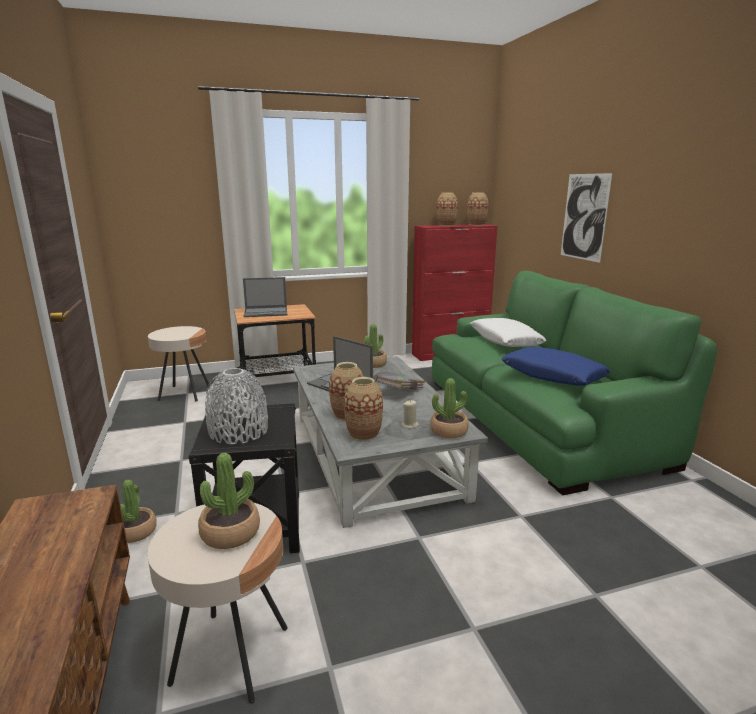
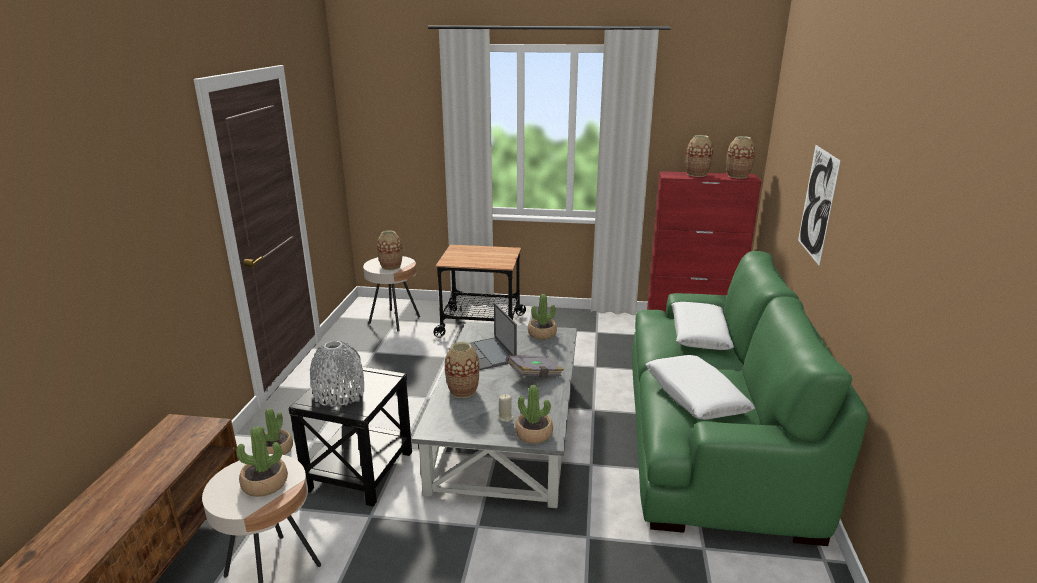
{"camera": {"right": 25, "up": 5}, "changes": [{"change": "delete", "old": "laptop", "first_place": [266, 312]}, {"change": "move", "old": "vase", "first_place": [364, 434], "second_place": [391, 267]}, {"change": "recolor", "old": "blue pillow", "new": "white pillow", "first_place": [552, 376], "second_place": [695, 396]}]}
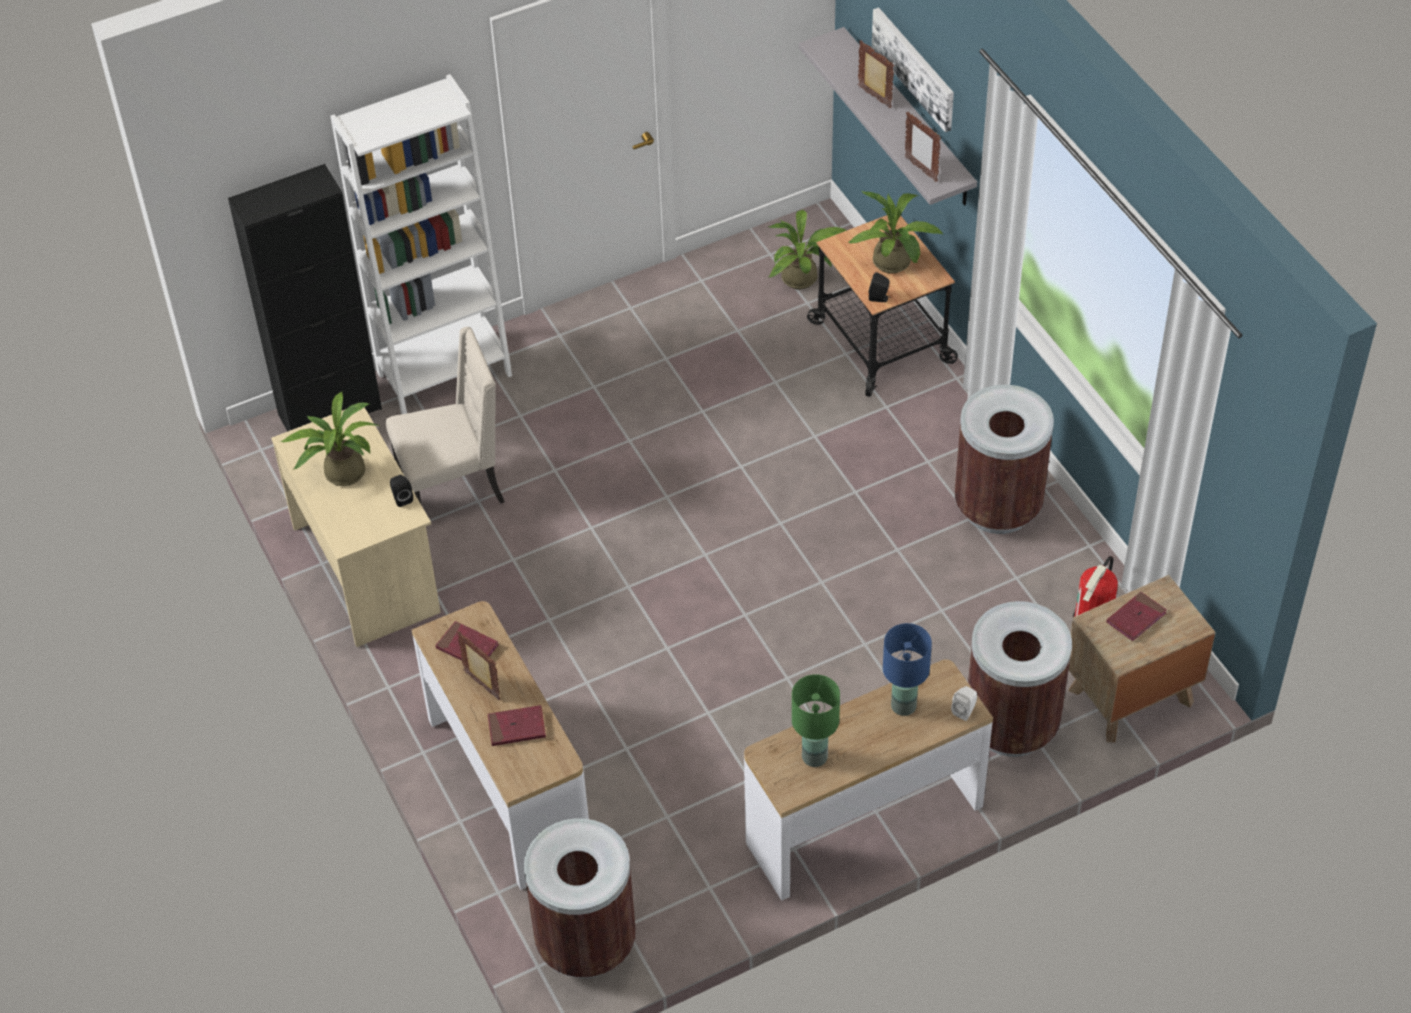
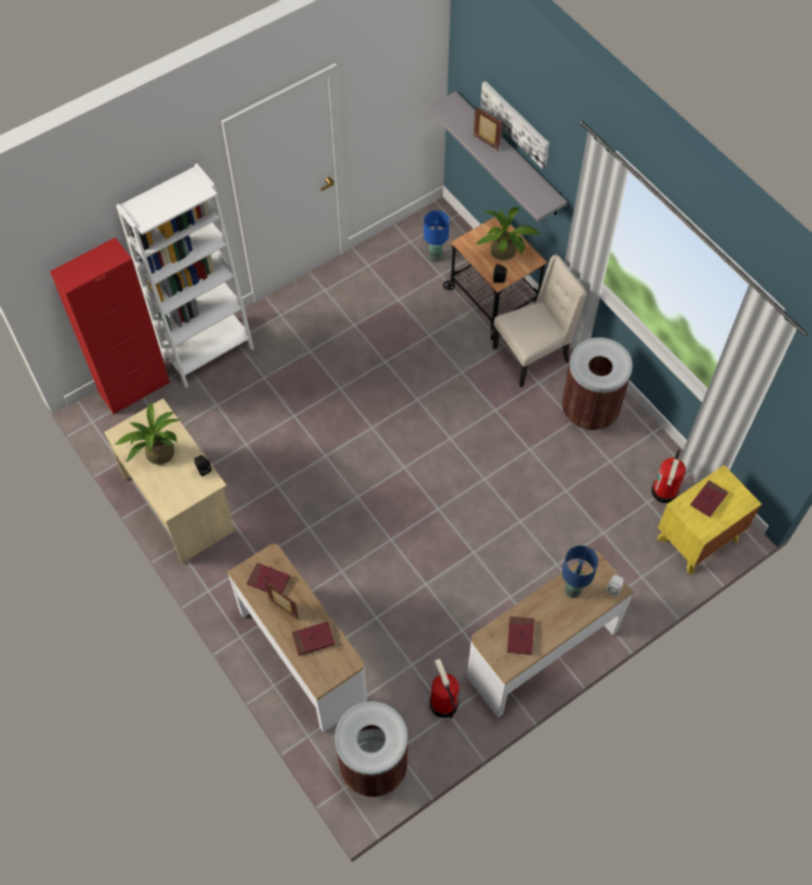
{"camera": {"right": -10, "up": 10}, "changes": [{"change": "delete", "old": "picture frame", "first_place": [921, 169]}, {"change": "delete", "old": "brown trash can", "first_place": [1011, 725]}, {"change": "insert", "new": "fire extinguisher", "second_place": [443, 703]}, {"change": "move", "old": "beige chair", "first_place": [453, 487], "second_place": [532, 355]}, {"change": "replace", "old": "potted plant", "new": "blue table lamp", "first_place": [804, 278], "second_place": [435, 257]}, {"change": "replace", "old": "green table lamp", "new": "red book", "first_place": [815, 756], "second_place": [520, 636]}, {"change": "recolor", "old": "black cabinet", "new": "red cabinet", "first_place": [330, 412], "second_place": [135, 388]}, {"change": "recolor", "old": "brown nightstand", "new": "yellow nightstand", "first_place": [1130, 696], "second_place": [697, 539]}]}
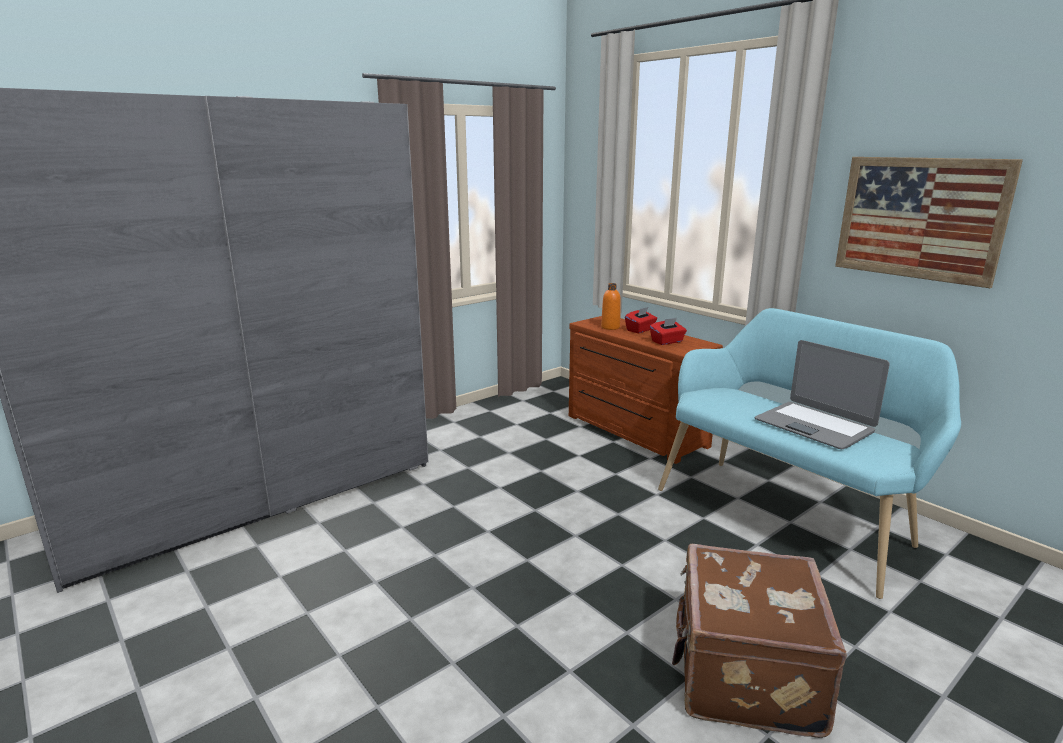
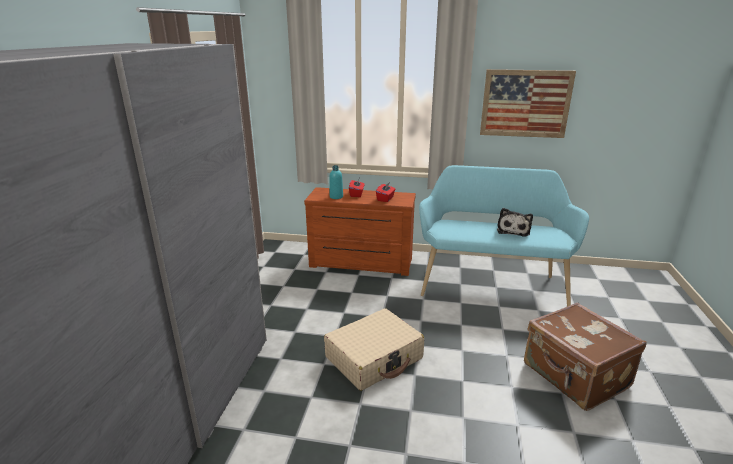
{"camera": {"right": -40, "up": 5}, "changes": [{"change": "insert", "new": "beige suitcase", "second_place": [374, 358]}, {"change": "replace", "old": "laptop", "new": "plush toy", "first_place": [814, 426], "second_place": [513, 230]}, {"change": "recolor", "old": "orange bottle", "new": "turquoise bottle", "first_place": [610, 327], "second_place": [336, 197]}]}
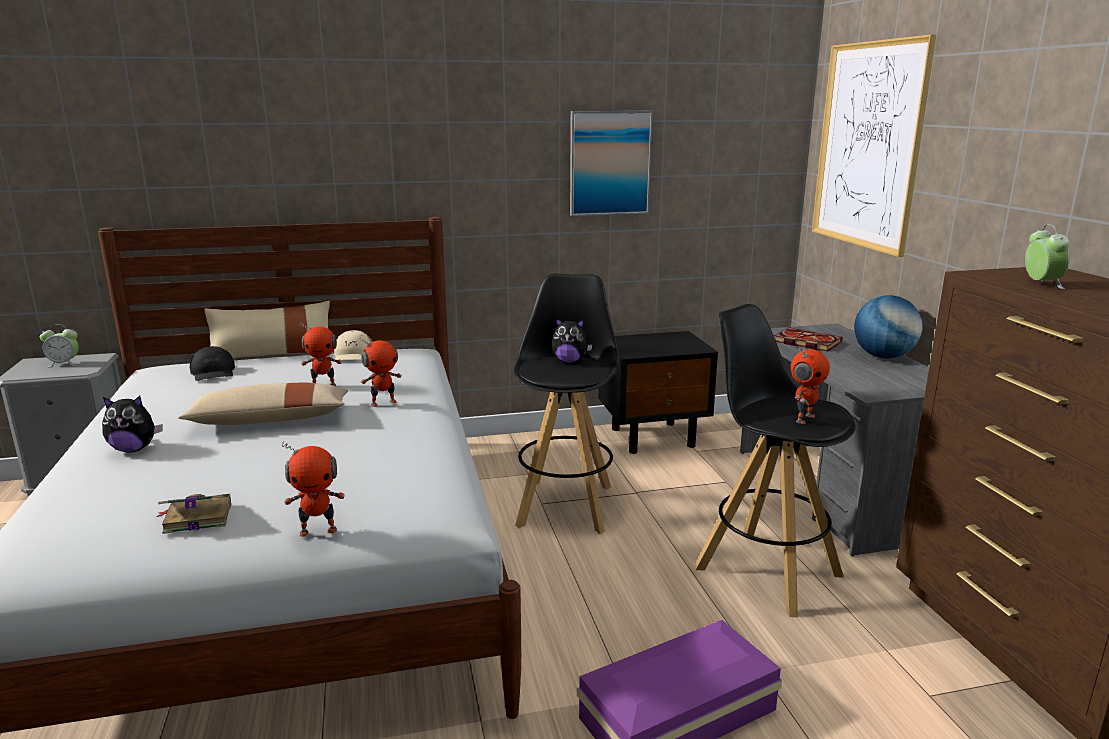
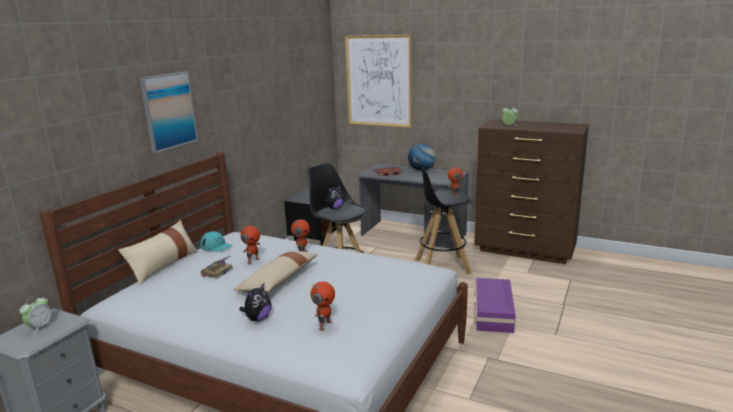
{"camera": {"right": -50, "up": 0}, "changes": [{"change": "delete", "old": "black cap", "first_place": [213, 372]}, {"change": "move", "old": "book", "first_place": [196, 518], "second_place": [216, 272]}, {"change": "move", "old": "toy robot", "first_place": [318, 530], "second_place": [324, 325]}, {"change": "move", "old": "picture", "first_place": [609, 163], "second_place": [169, 111]}, {"change": "recolor", "old": "beige cap", "new": "turquoise cap", "first_place": [353, 354], "second_place": [216, 246]}]}
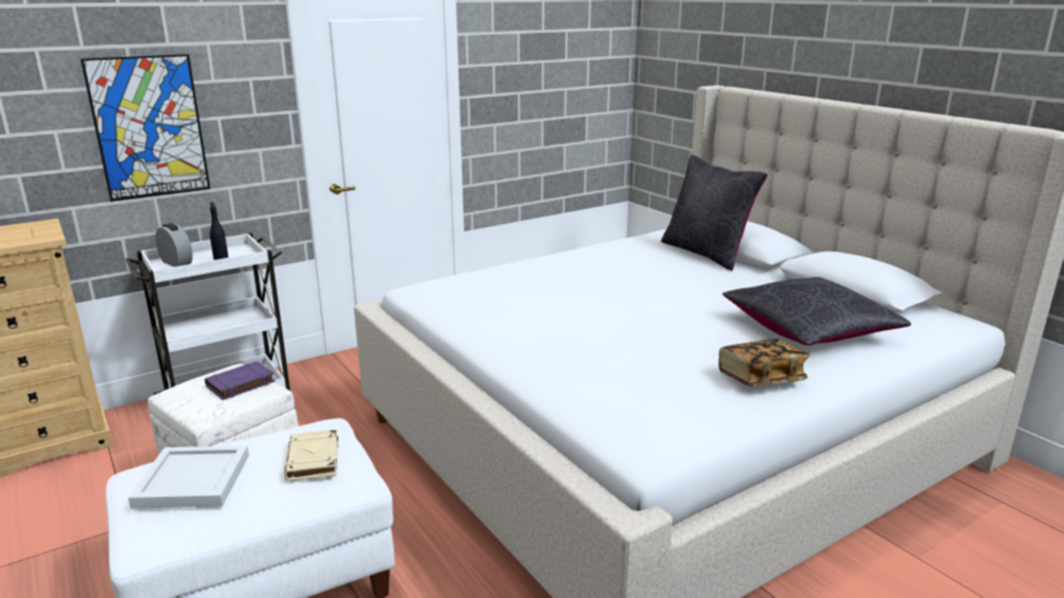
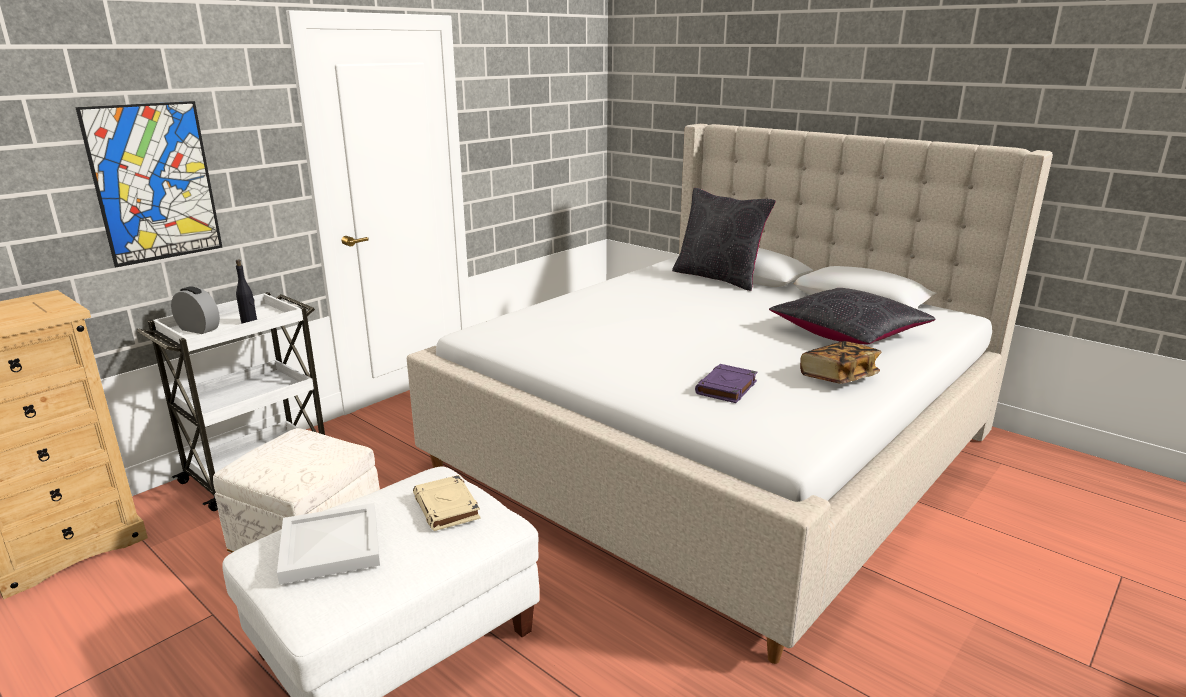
{"camera": {"right": -15, "up": 0}, "changes": [{"change": "move", "old": "purple book", "first_place": [240, 384], "second_place": [726, 388]}]}
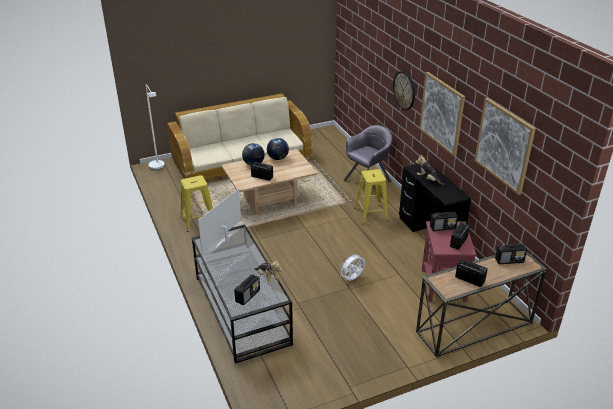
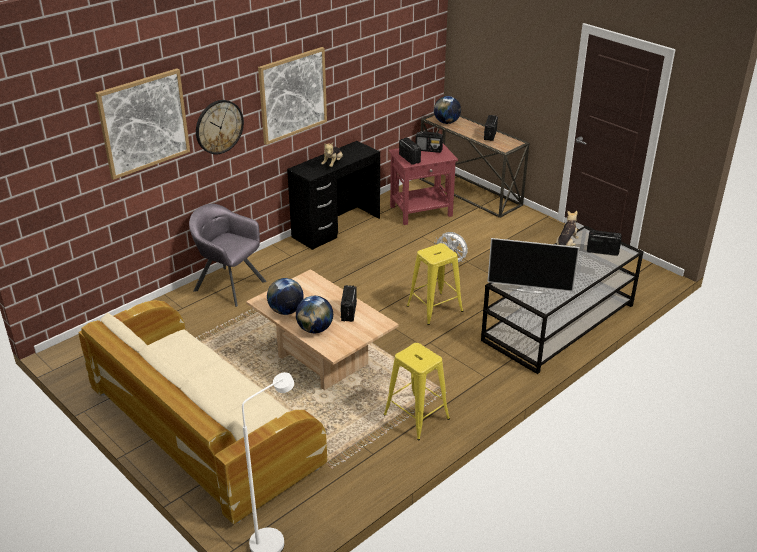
{"camera": {"right": -110, "up": 0}, "changes": [{"change": "move", "old": "yellow stool", "first_place": [371, 214], "second_place": [434, 308]}, {"change": "move", "old": "picture", "first_place": [504, 145], "second_place": [144, 123]}, {"change": "replace", "old": "radio", "new": "globe", "first_place": [509, 260], "second_place": [446, 122]}]}
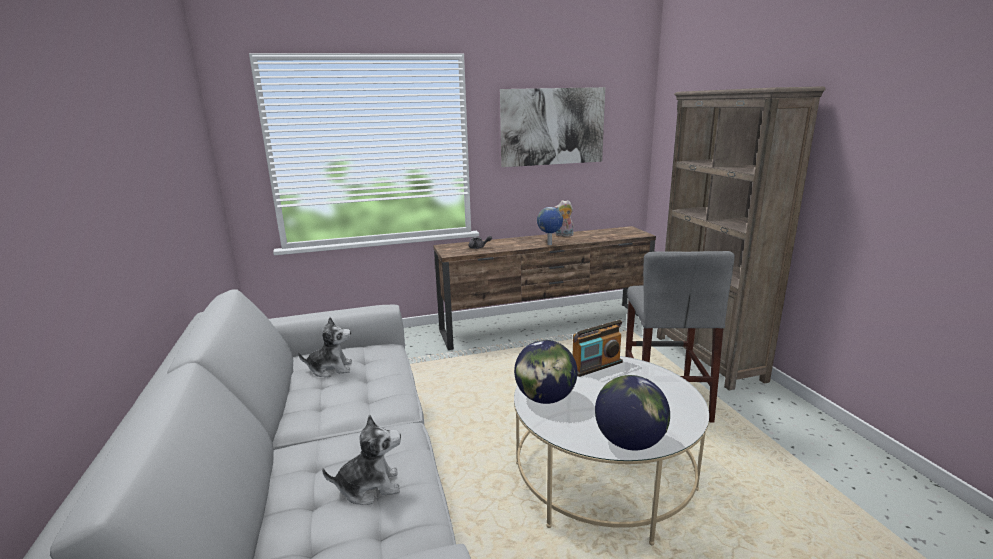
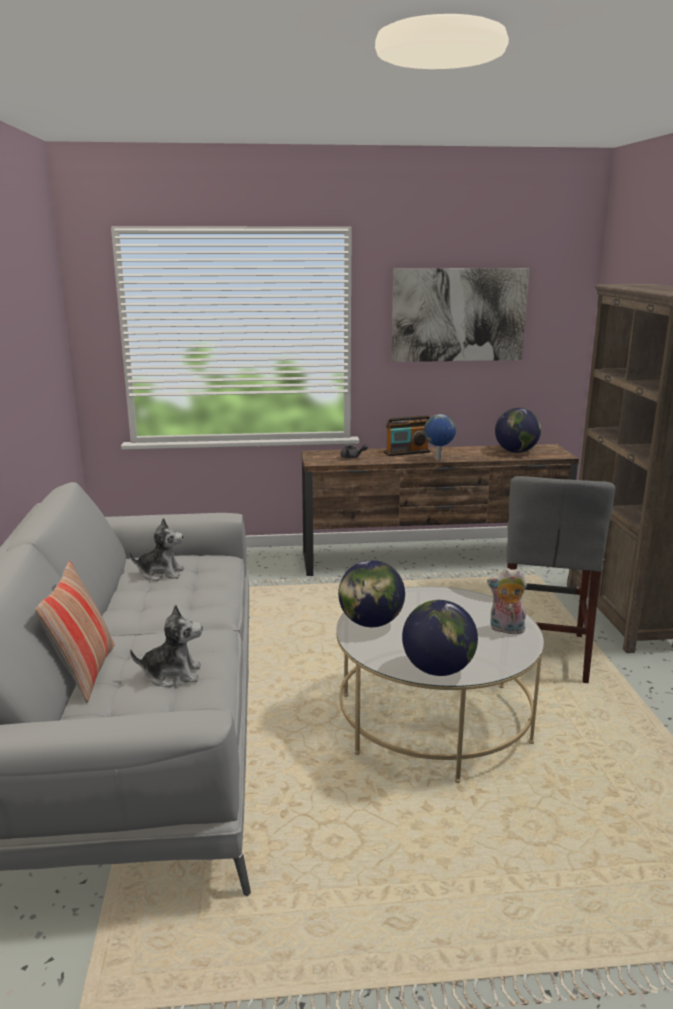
{"camera": {"right": 10, "up": 0}, "changes": [{"change": "insert", "new": "pillow", "second_place": [84, 673]}, {"change": "insert", "new": "globe", "second_place": [516, 452]}, {"change": "move", "old": "plush toy", "first_place": [563, 235], "second_place": [506, 630]}, {"change": "move", "old": "radio", "first_place": [595, 366], "second_place": [407, 452]}]}
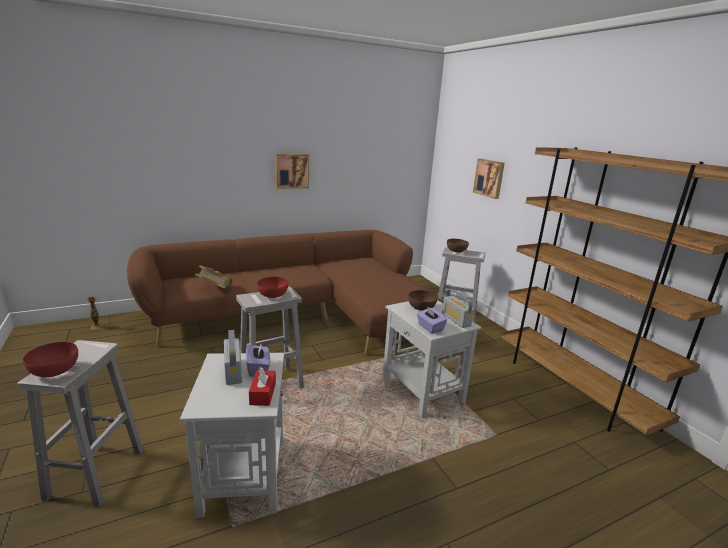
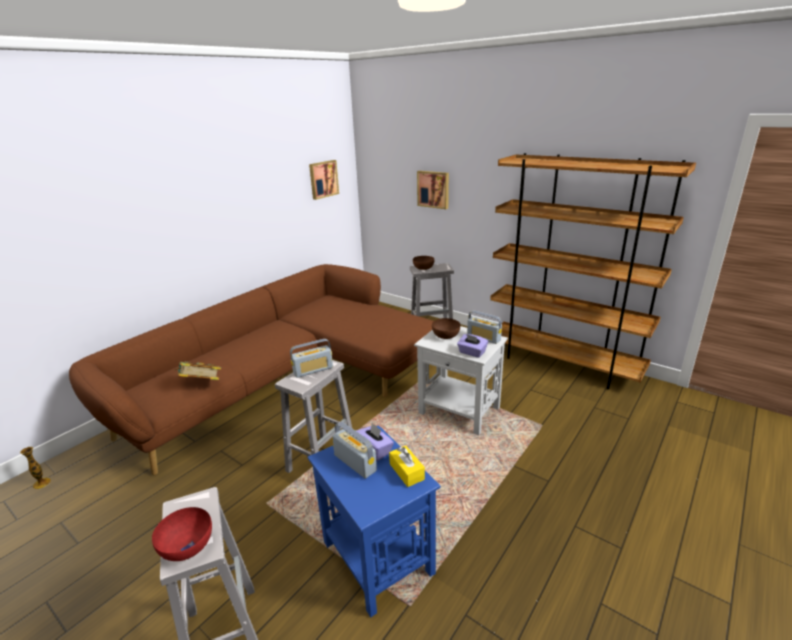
{"camera": {"right": -25, "up": 5}, "changes": [{"change": "move", "old": "picture", "first_place": [291, 171], "second_place": [323, 179]}, {"change": "replace", "old": "red bowl", "new": "radio", "first_place": [273, 295], "second_place": [313, 370]}, {"change": "recolor", "old": "white side table", "new": "blue side table", "first_place": [244, 474], "second_place": [377, 556]}, {"change": "recolor", "old": "red tissue box", "new": "yellow tissue box", "first_place": [263, 394], "second_place": [406, 471]}]}
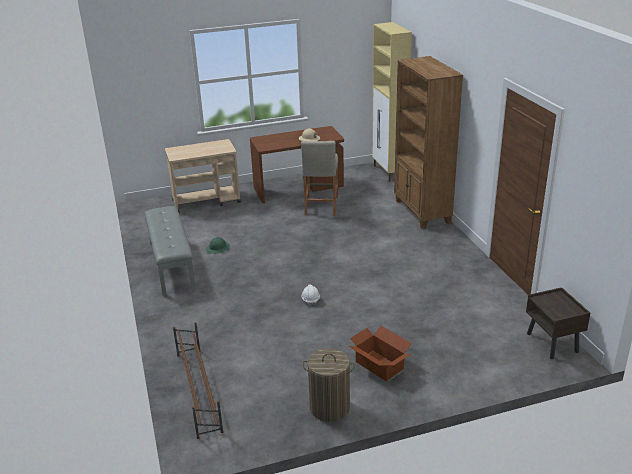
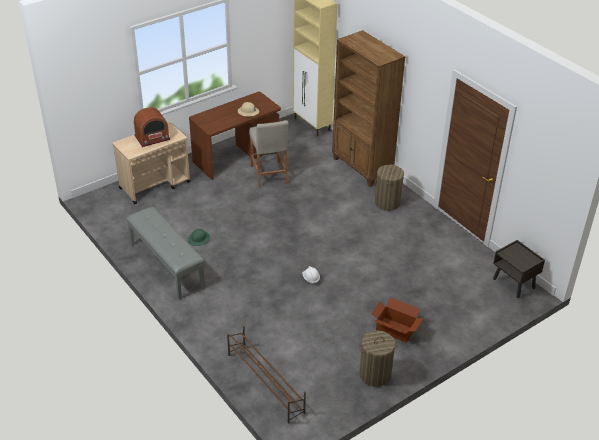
{"camera": {"right": -20, "up": 10}, "changes": [{"change": "insert", "new": "radio", "second_place": [152, 138]}, {"change": "insert", "new": "laundry basket", "second_place": [387, 202]}]}
